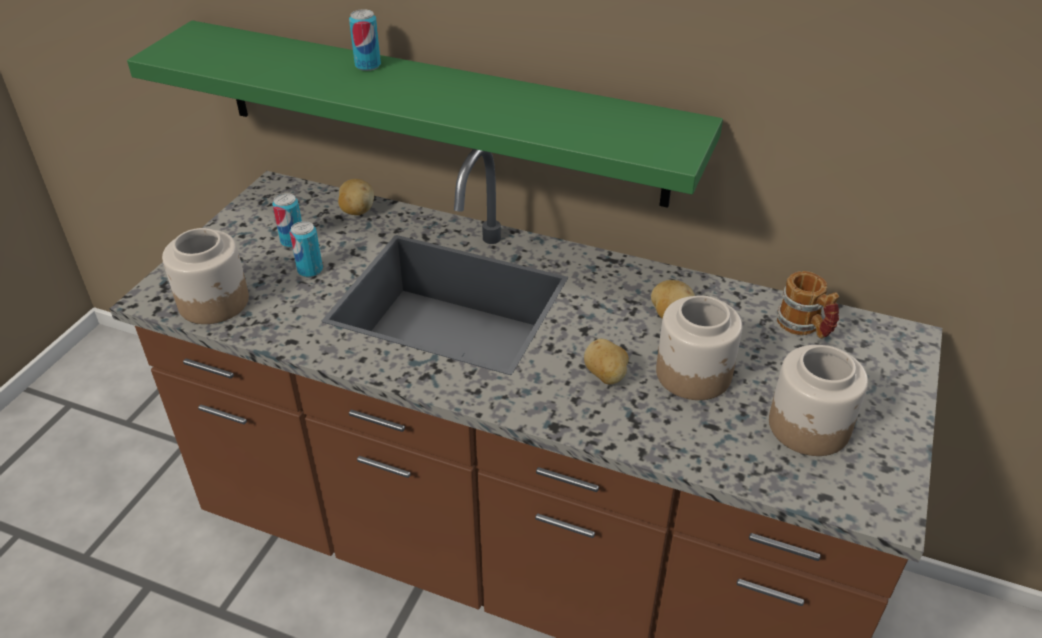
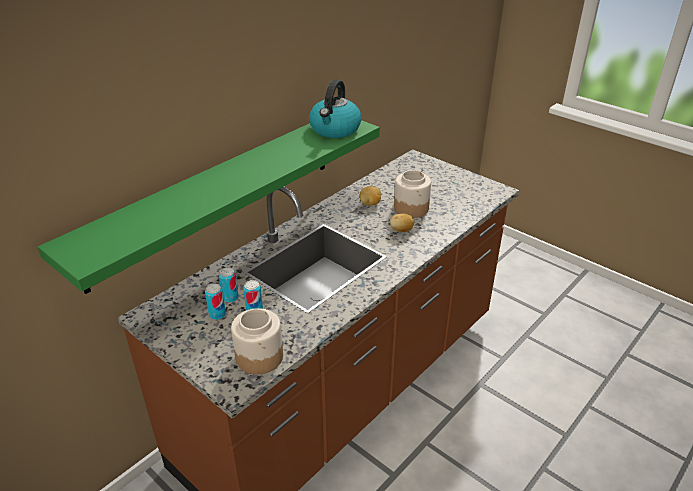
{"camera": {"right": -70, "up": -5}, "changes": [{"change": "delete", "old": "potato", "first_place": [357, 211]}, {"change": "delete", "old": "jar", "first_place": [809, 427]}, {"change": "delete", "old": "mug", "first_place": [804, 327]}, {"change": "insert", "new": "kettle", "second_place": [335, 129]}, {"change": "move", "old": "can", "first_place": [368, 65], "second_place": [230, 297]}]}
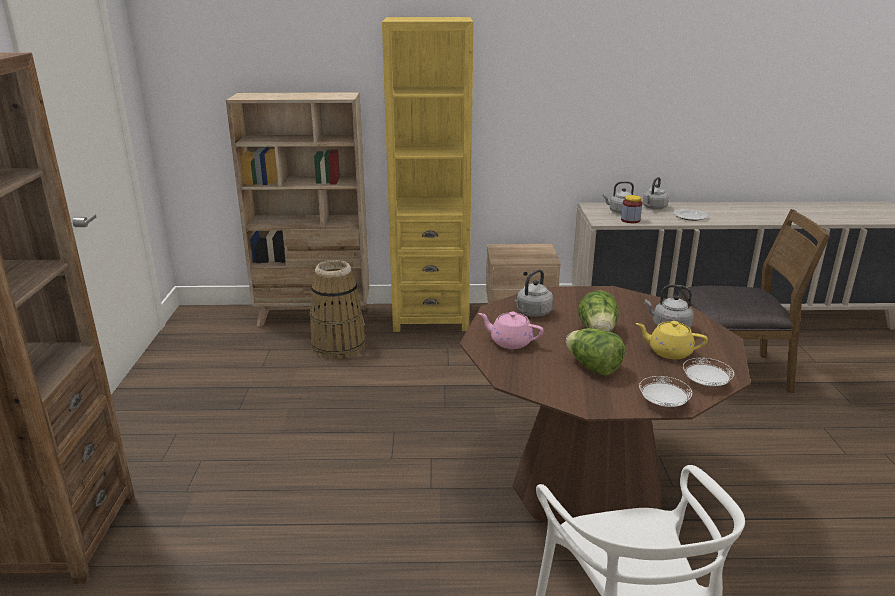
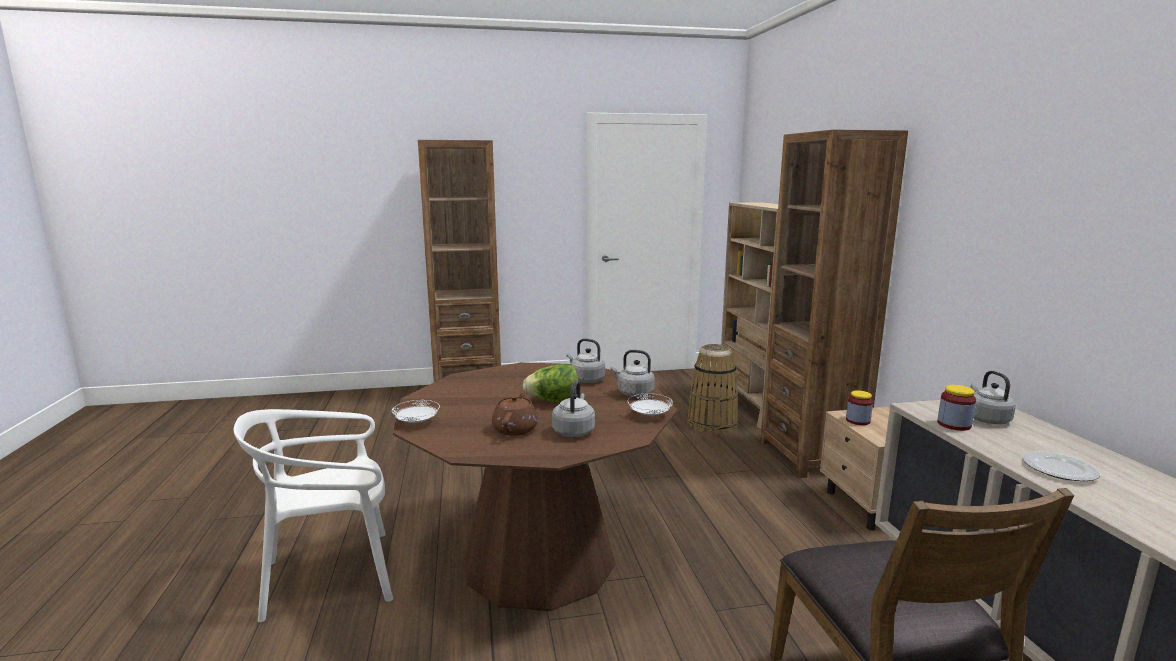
{"camera": {"right": 80, "up": -10}, "changes": [{"change": "delete", "old": "pink teapot", "first_place": [510, 342]}, {"change": "delete", "old": "lettuce", "first_place": [593, 367]}, {"change": "insert", "new": "jar", "second_place": [858, 421]}, {"change": "move", "old": "grey kettle", "first_place": [653, 208], "second_place": [633, 393]}, {"change": "move", "old": "white plate", "first_place": [705, 383], "second_place": [650, 415]}, {"change": "recolor", "old": "yellow bookcase", "new": "brown bookcase", "first_place": [431, 317], "second_place": [810, 456]}, {"change": "recolor", "old": "yellow teapot", "new": "brown teapot", "first_place": [669, 352], "second_place": [515, 428]}]}
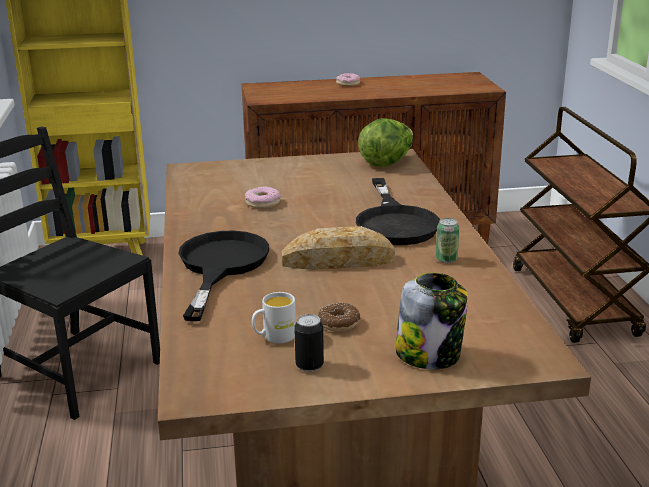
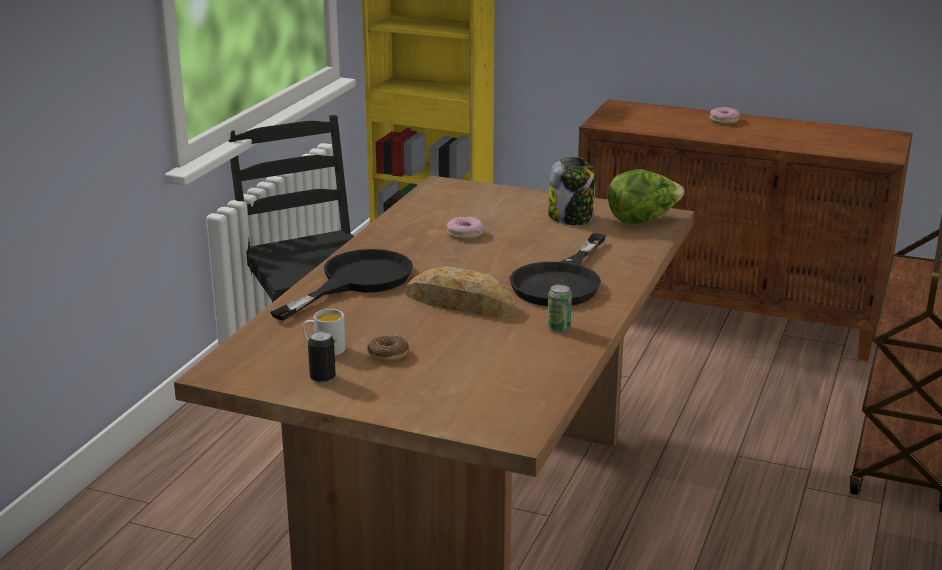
{"camera": {"right": 30, "up": 0}, "changes": [{"change": "move", "old": "jar", "first_place": [429, 355], "second_place": [571, 217]}]}
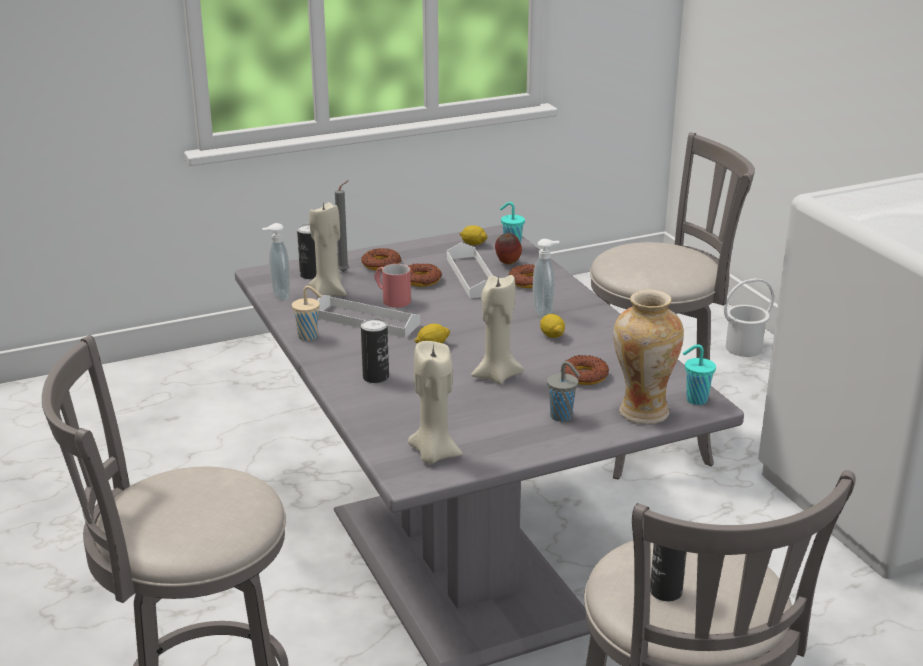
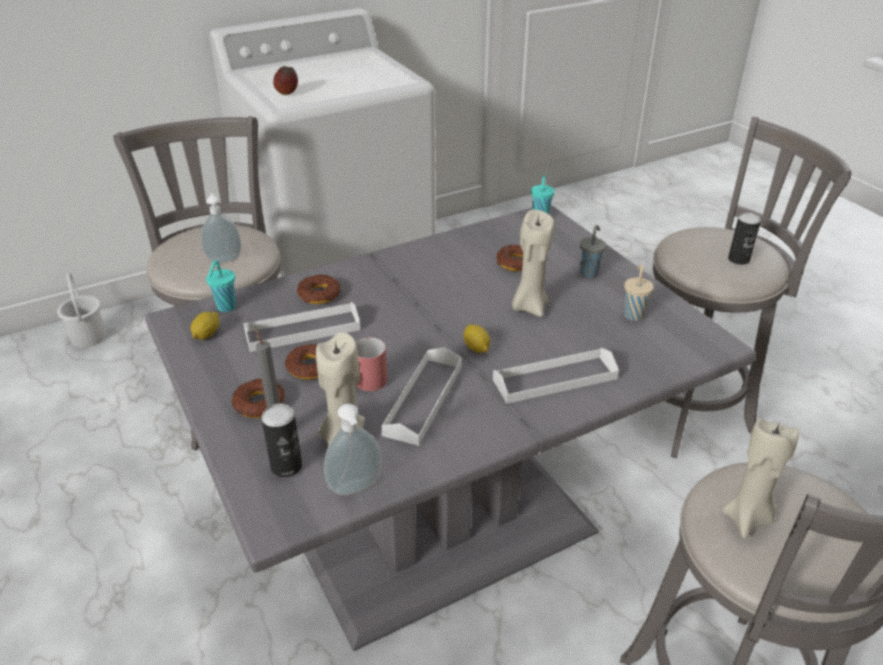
{"camera": {"right": -95, "up": 10}, "changes": [{"change": "delete", "old": "lemon", "first_place": [552, 335]}, {"change": "delete", "old": "vase", "first_place": [642, 412]}, {"change": "move", "old": "beige cup", "first_place": [309, 337], "second_place": [633, 314]}, {"change": "move", "old": "beige candle", "first_place": [433, 454], "second_place": [747, 519]}, {"change": "move", "old": "apple", "first_place": [507, 264], "second_place": [287, 94]}, {"change": "move", "old": "soap dispenser", "first_place": [544, 313], "second_place": [224, 259]}, {"change": "replace", "old": "can", "new": "white tray", "first_place": [375, 377], "second_place": [555, 379]}]}
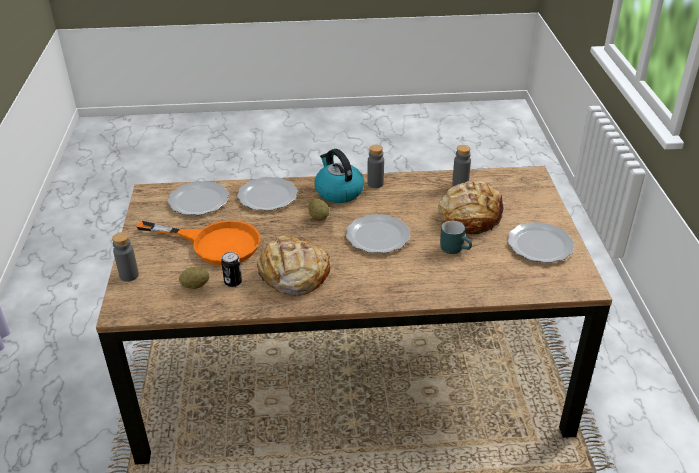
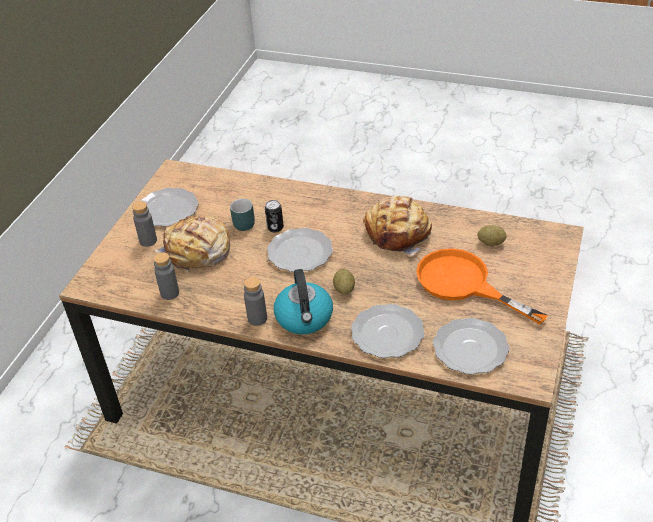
{"camera": {"right": -155, "up": 5}, "changes": [{"change": "move", "old": "grey bottle", "first_place": [129, 275], "second_place": [148, 241]}, {"change": "move", "old": "can", "first_place": [233, 282], "second_place": [275, 228]}]}
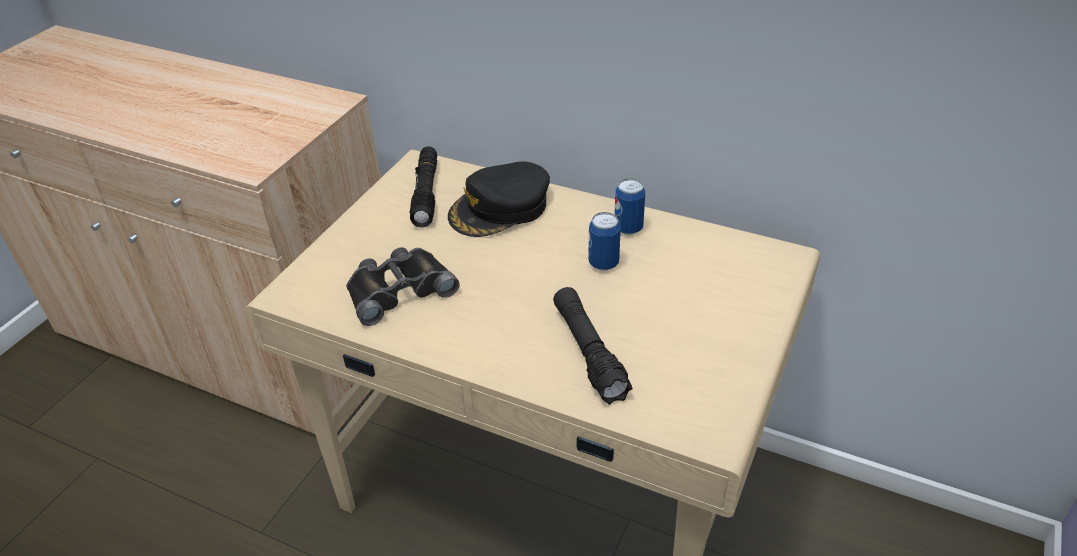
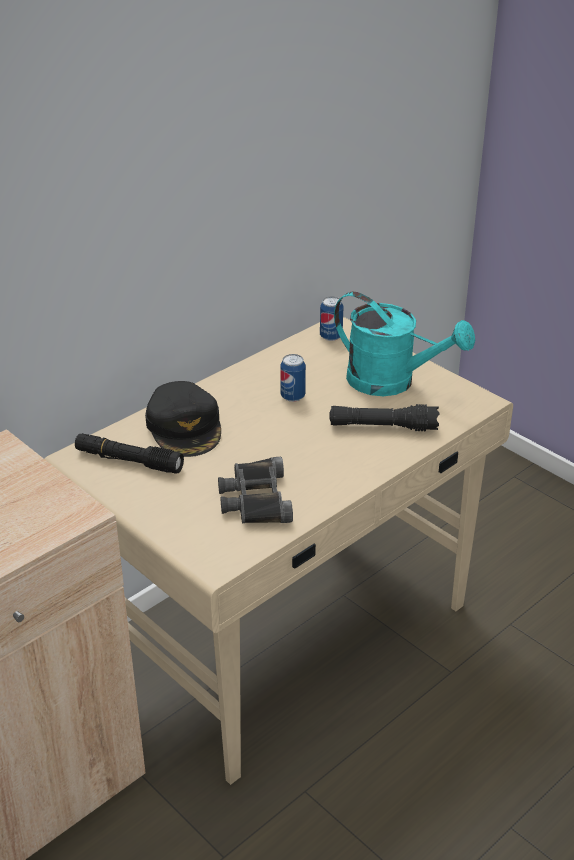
{"camera": {"right": -70, "up": -5}, "changes": [{"change": "insert", "new": "turquoise watering can", "second_place": [392, 382]}, {"change": "move", "old": "can", "first_place": [628, 228], "second_place": [331, 336]}]}
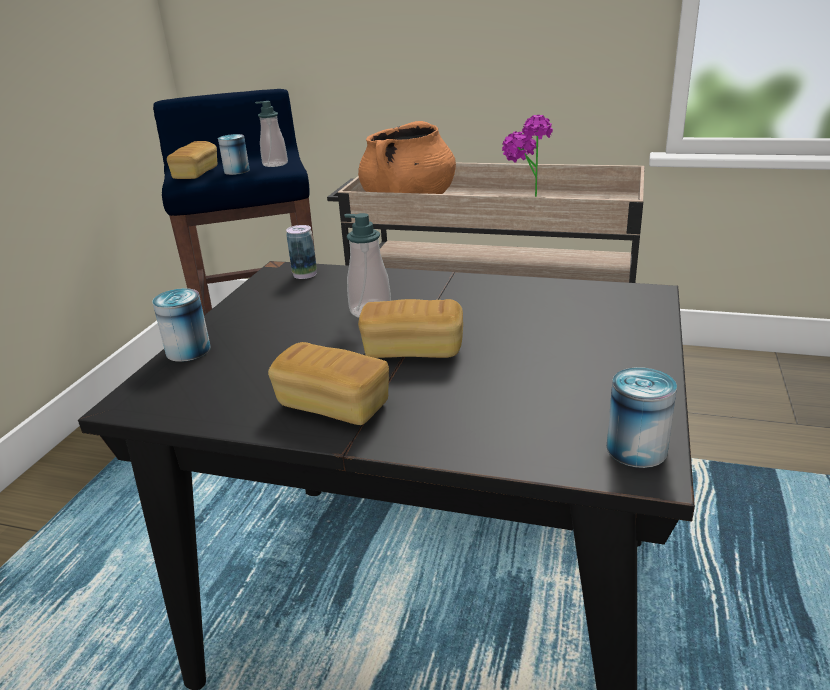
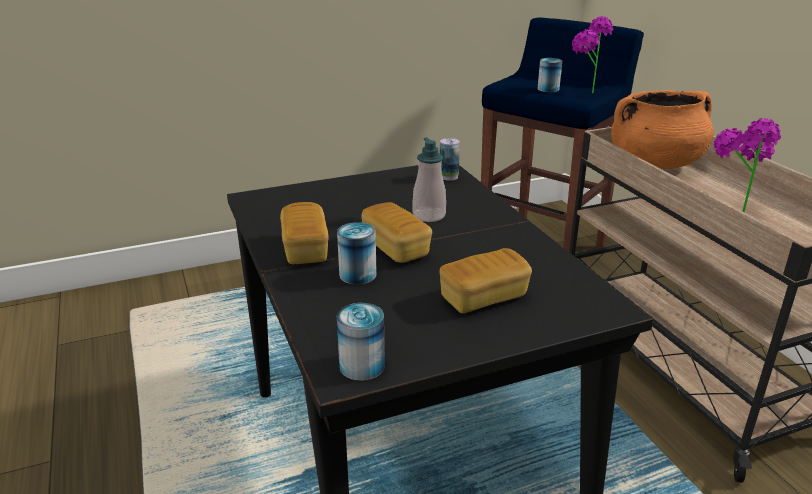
{"camera": {"right": 50, "up": 0}, "changes": [{"change": "move", "old": "can", "first_place": [188, 350], "second_place": [358, 274]}, {"change": "move", "old": "bread", "first_place": [196, 174], "second_place": [483, 297]}, {"change": "replace", "old": "soap dispenser", "new": "potted plant", "first_place": [275, 164], "second_place": [583, 93]}]}
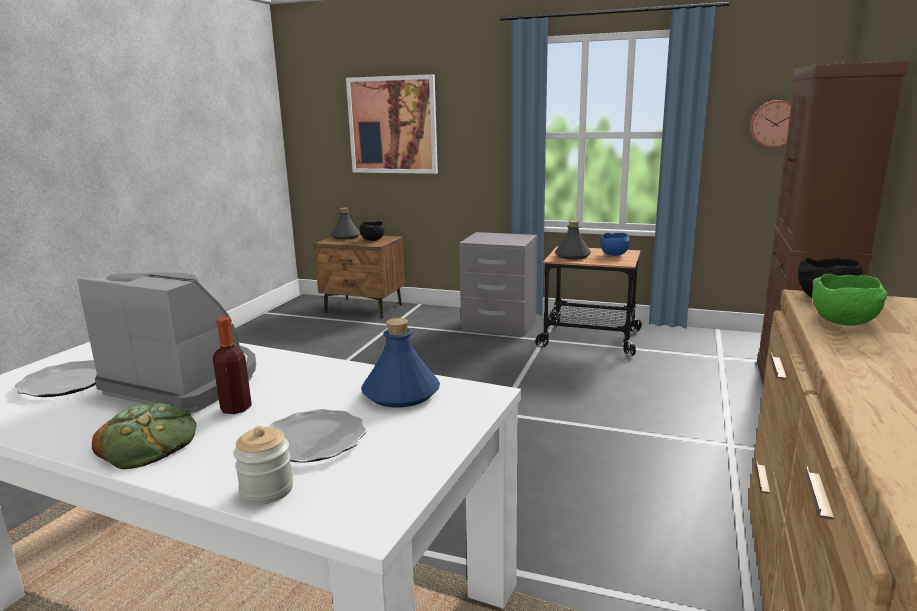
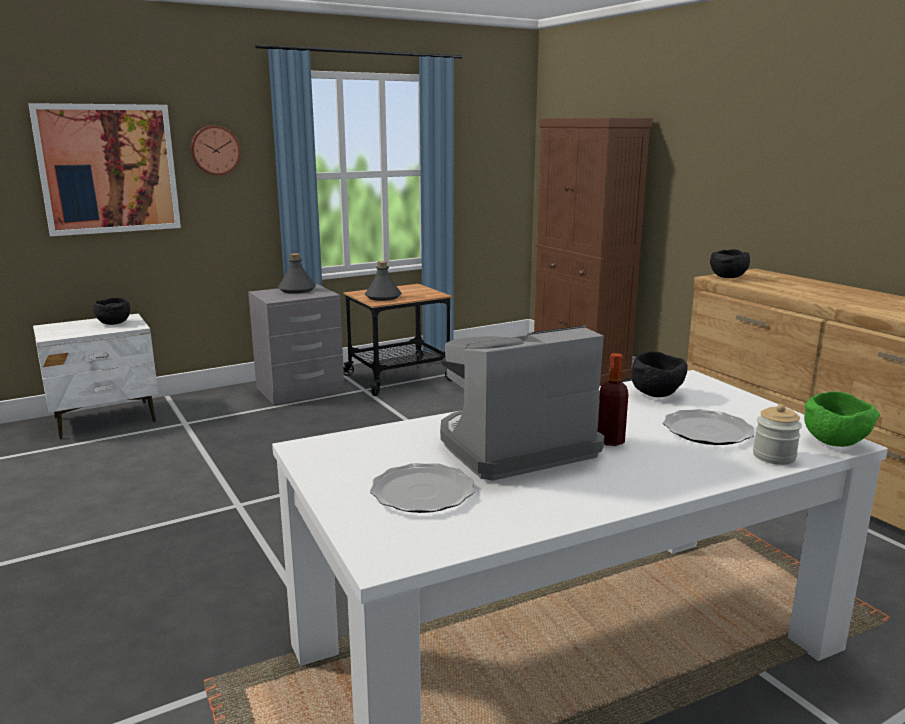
{"camera": {"right": -50, "up": 0}, "changes": [{"change": "delete", "old": "bread", "first_place": [148, 442]}, {"change": "delete", "old": "blue bowl", "first_place": [615, 255]}, {"change": "move", "old": "grey bottle", "first_place": [346, 237], "second_place": [297, 290]}, {"change": "move", "old": "wall clock", "first_place": [775, 124], "second_place": [215, 150]}, {"change": "move", "old": "green bowl", "first_place": [845, 323], "second_place": [835, 442]}, {"change": "replace", "old": "blue bottle", "new": "black bowl", "first_place": [401, 393], "second_place": [656, 394]}, {"change": "recolor", "old": "brown nightstand", "new": "white nightstand", "first_place": [364, 309], "second_place": [106, 419]}]}
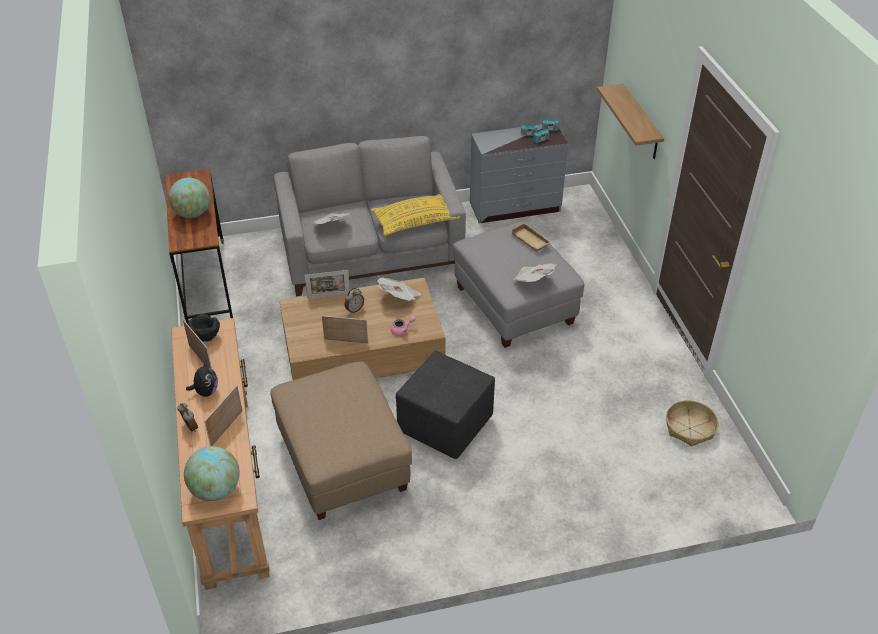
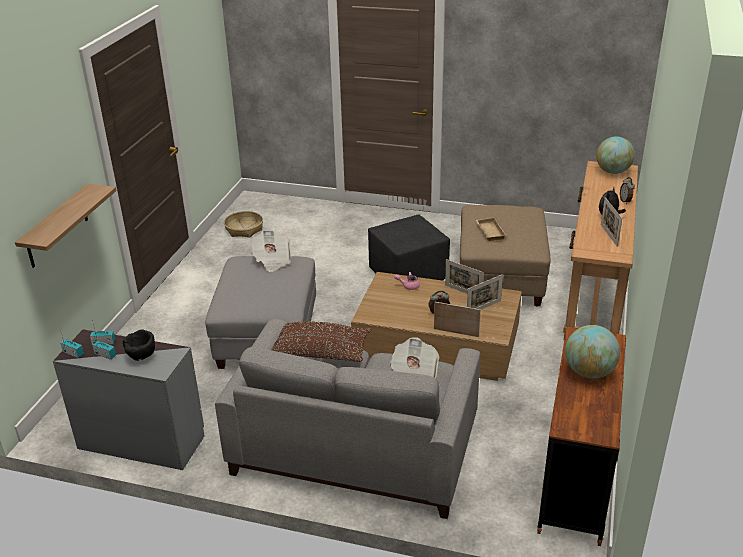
{"camera": {"right": -150, "up": -10}, "changes": [{"change": "delete", "old": "newspaper", "first_place": [399, 297]}, {"change": "move", "old": "black bowl", "first_place": [206, 337], "second_place": [142, 357]}, {"change": "move", "old": "picture frame", "first_place": [226, 428], "second_place": [483, 308]}, {"change": "move", "old": "beige tray", "first_place": [531, 239], "second_place": [489, 231]}, {"change": "recolor", "old": "yellow pillow", "new": "brown pillow", "first_place": [415, 222], "second_place": [319, 351]}]}
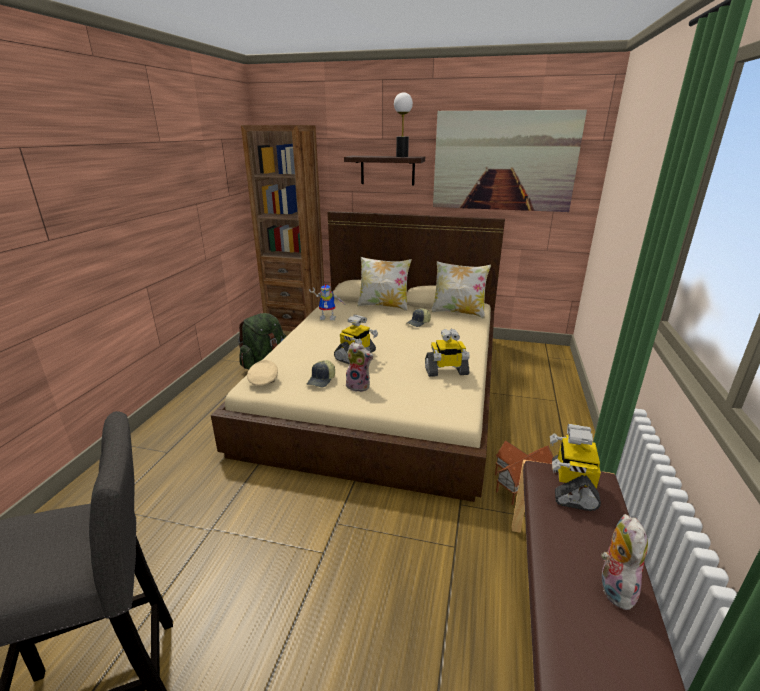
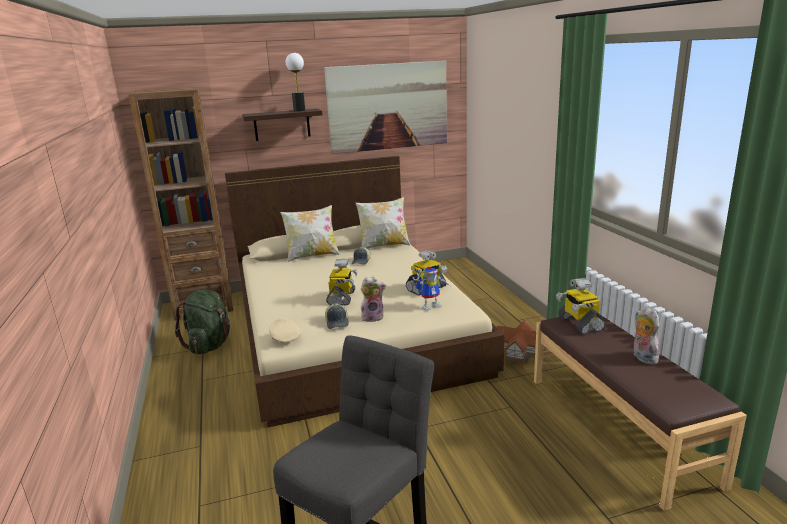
{"camera": {"right": -30, "up": -5}, "changes": [{"change": "move", "old": "toy robot", "first_place": [329, 317], "second_place": [431, 305]}]}
